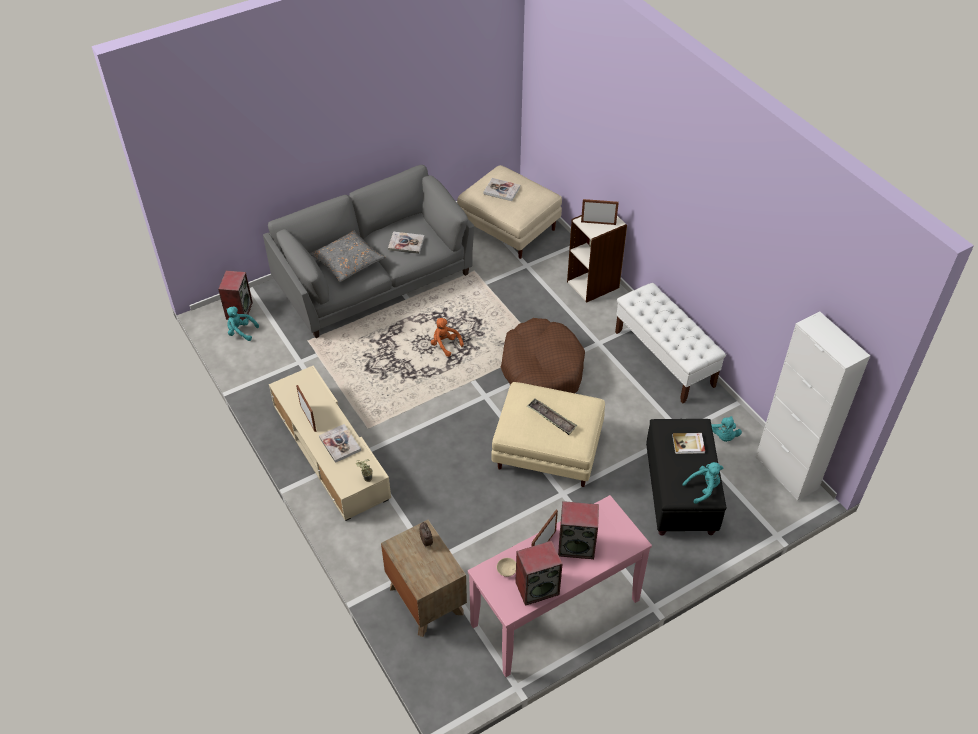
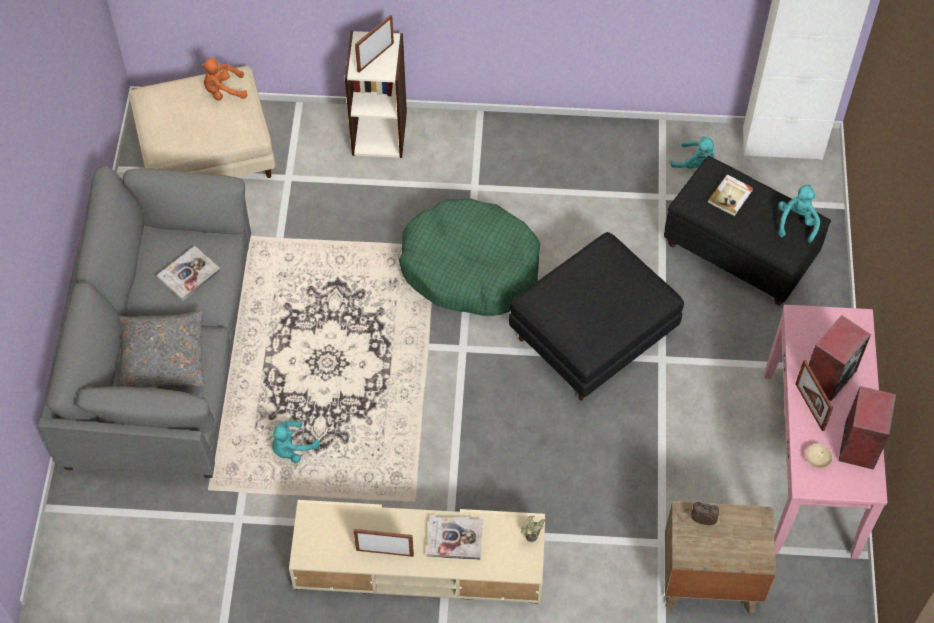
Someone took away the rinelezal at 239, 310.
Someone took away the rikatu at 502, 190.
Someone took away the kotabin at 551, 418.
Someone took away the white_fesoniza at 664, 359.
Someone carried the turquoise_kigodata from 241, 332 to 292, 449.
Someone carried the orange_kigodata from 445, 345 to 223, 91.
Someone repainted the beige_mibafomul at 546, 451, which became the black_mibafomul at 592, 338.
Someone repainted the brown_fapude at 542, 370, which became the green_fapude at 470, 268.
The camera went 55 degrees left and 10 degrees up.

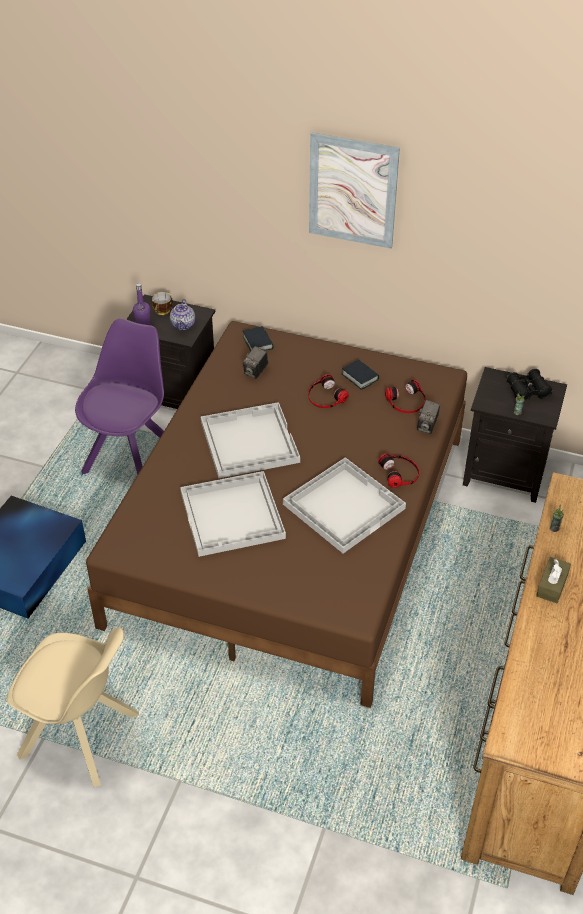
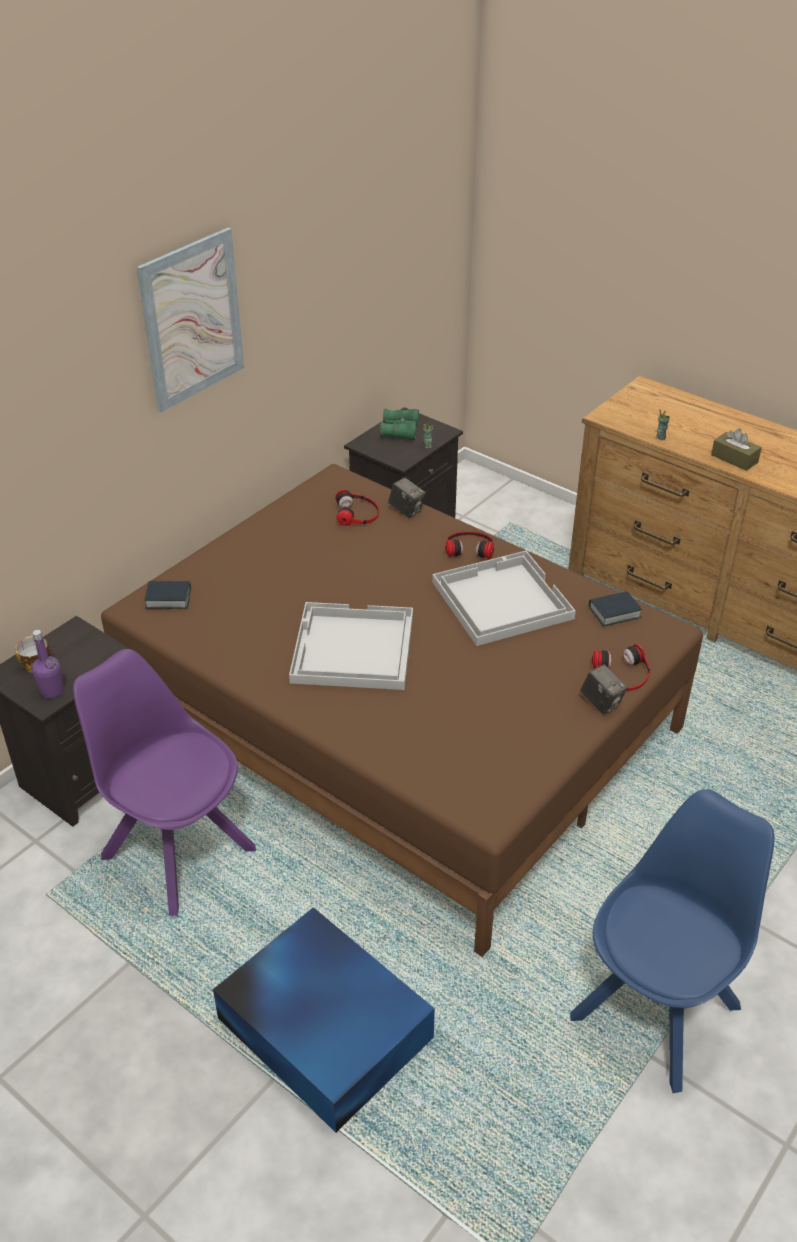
Someone took away the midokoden at 183, 324.
Someone took away the white_kotabin at 233, 515.
Someone carried the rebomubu from 256, 372 to 601, 703.
Someone carried the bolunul from 325, 397 to 621, 674.
Someone carried the rikatu from 360, 377 to 614, 612.
Someone repainted the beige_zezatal at 82, 736, which became the blue_zezatal at 658, 1008.
Someone repainted the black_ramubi at 527, 391, which became the green_ramubi at 400, 431.
The camera went 70 degrees left and 5 degrees down.

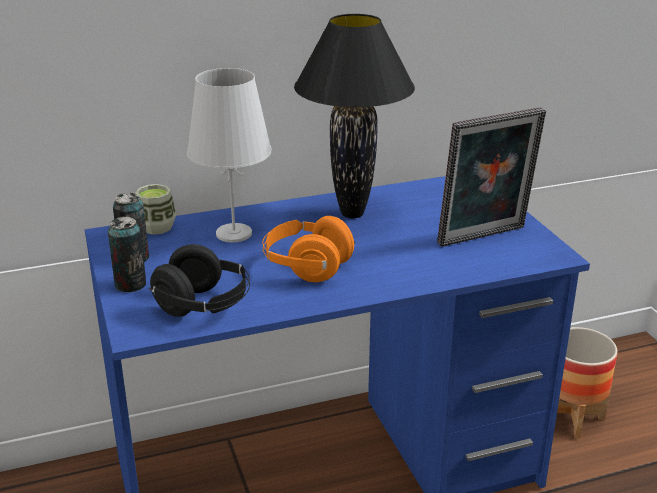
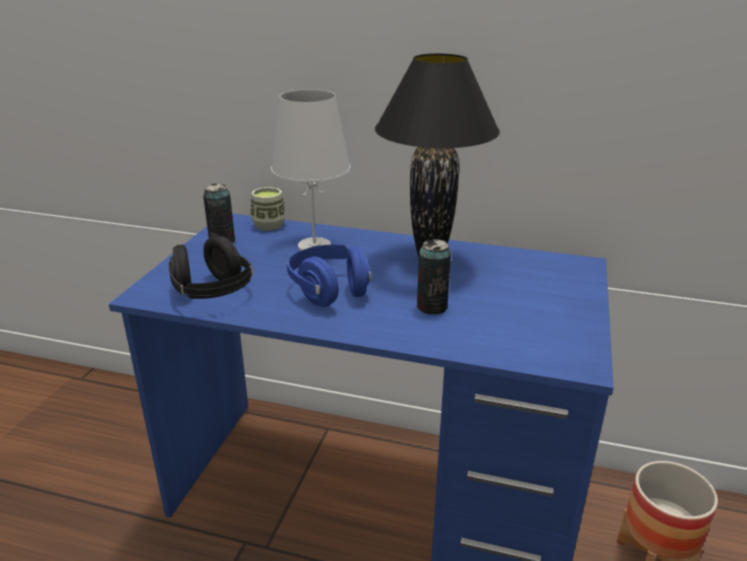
Someone took away the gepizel at 484, 238.
Someone carried the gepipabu from 130, 284 to 432, 307.
Someone repainted the orange_bolunul at 306, 267, which became the blue_bolunul at 330, 290.
The camera went 35 degrees right and 0 degrees up.

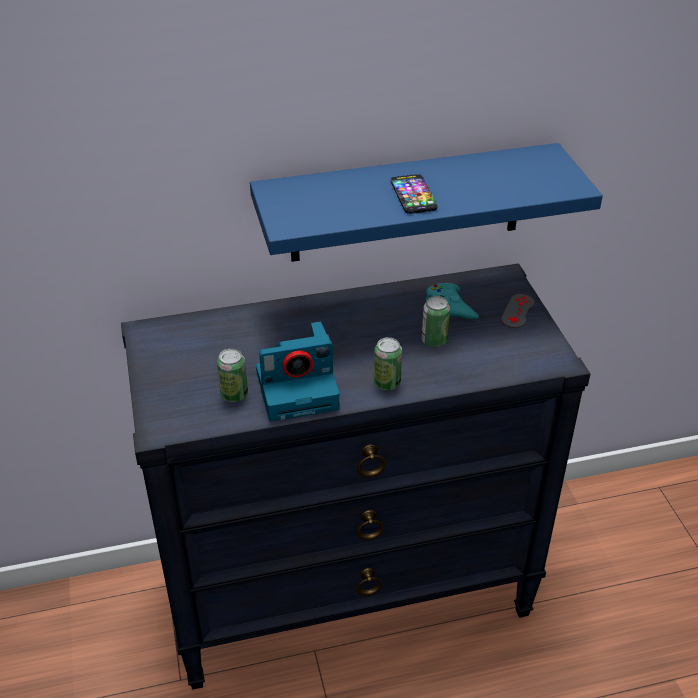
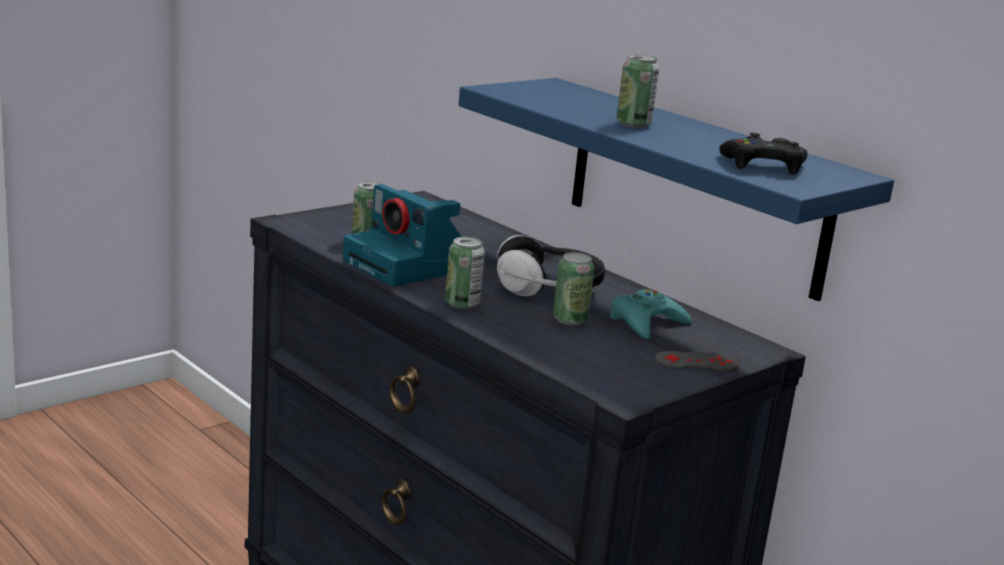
Someone put down the bolunul at 548, 288.
Someone put down the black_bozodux at 763, 166.
Someone swapped the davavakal at 413, 195 for the gepipabu at 633, 124.
The camera went 60 degrees right and 20 degrees down.

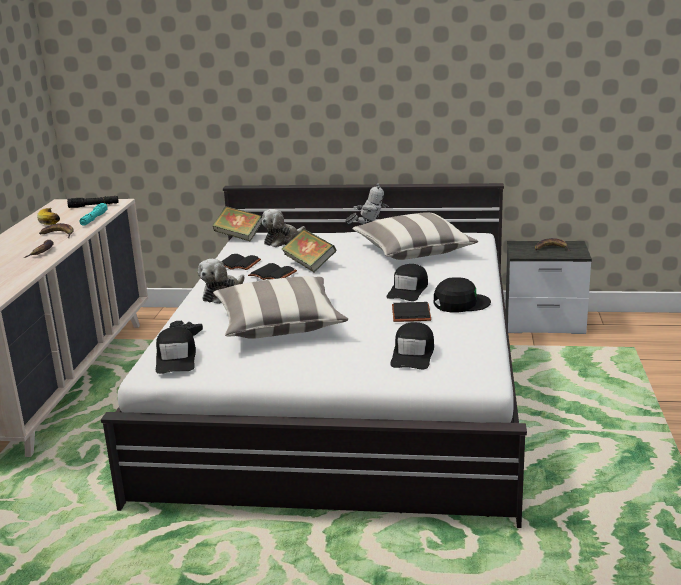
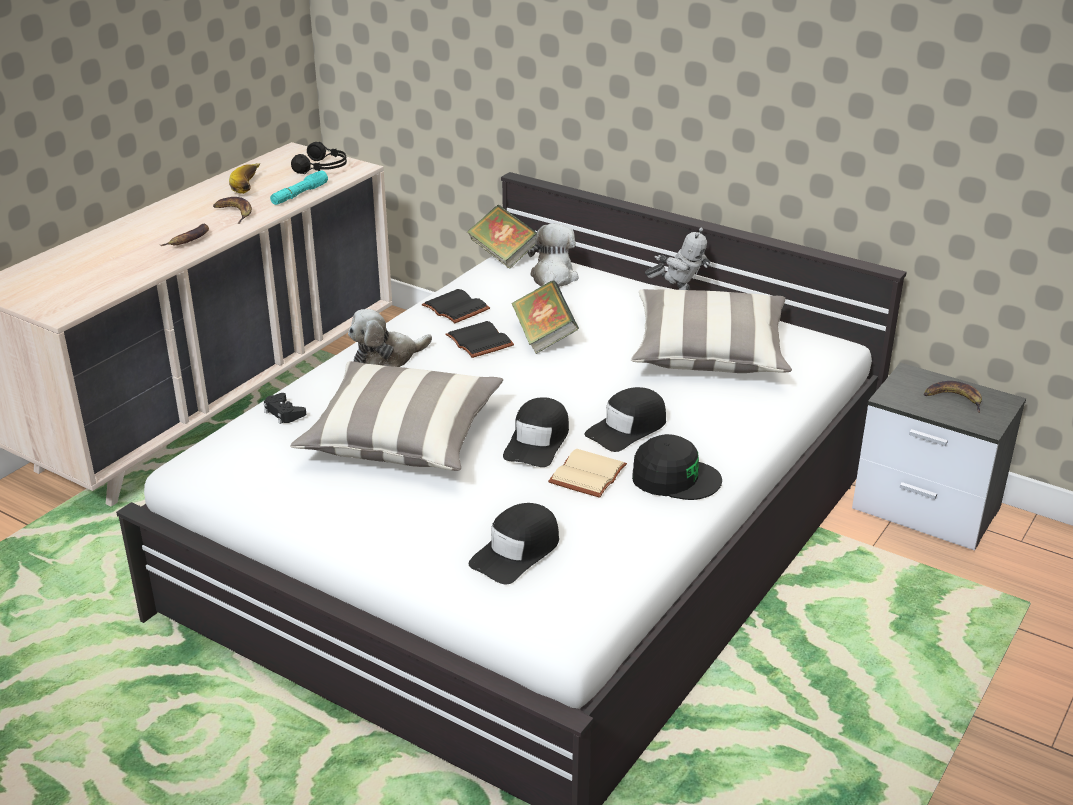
Someone carried the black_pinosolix from 176, 358 to 538, 441.
Someone swapped the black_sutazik at 94, 206 for the black_bolunul at 323, 168.
Someone repainted the black_rikatu at 409, 313, which became the beige_rikatu at 586, 474.
Someone rotated the kigodata at 282, 240 by 120 degrees clockwise.
The camera went 25 degrees right and 10 degrees up.

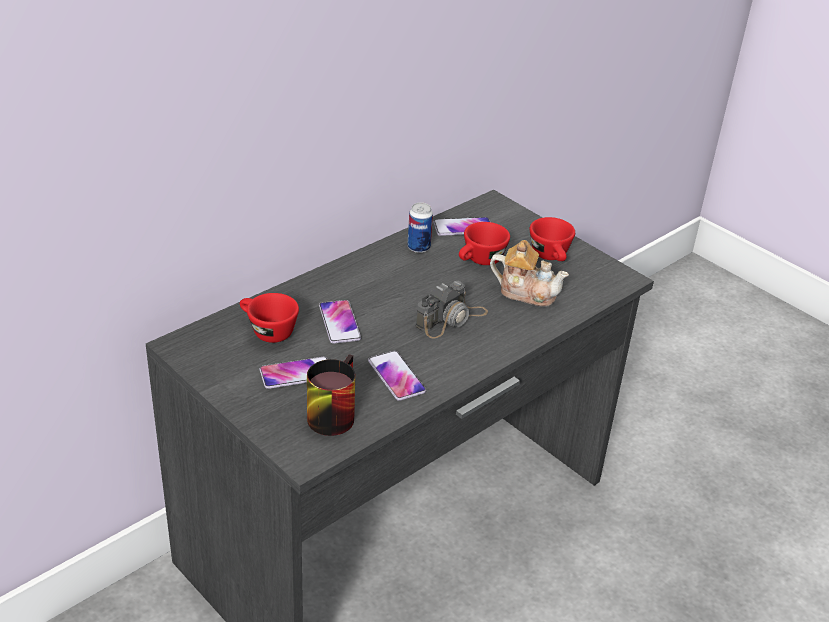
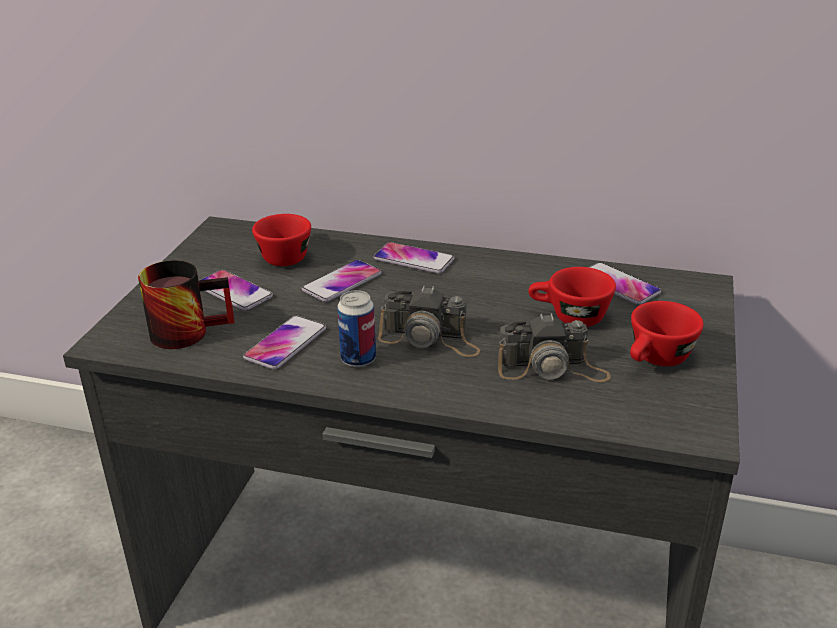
Someone put down the davavakal at 413, 259.
Someone carried the gepipabu from 418, 248 to 358, 359.
Someone swapped the midokoden at 526, 292 for the rebomubu at 552, 368.
The camera went 60 degrees right and 5 degrees down.

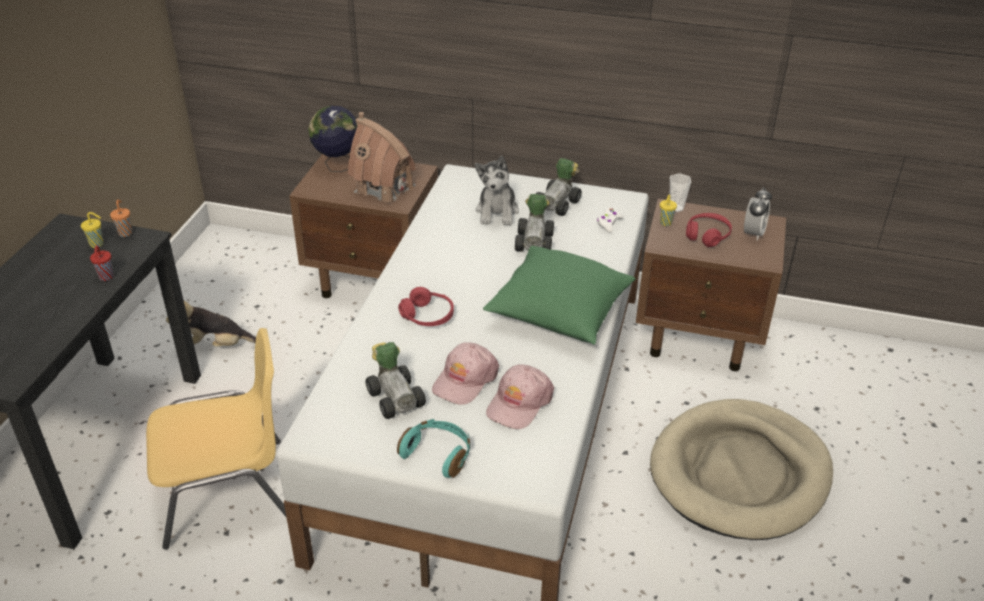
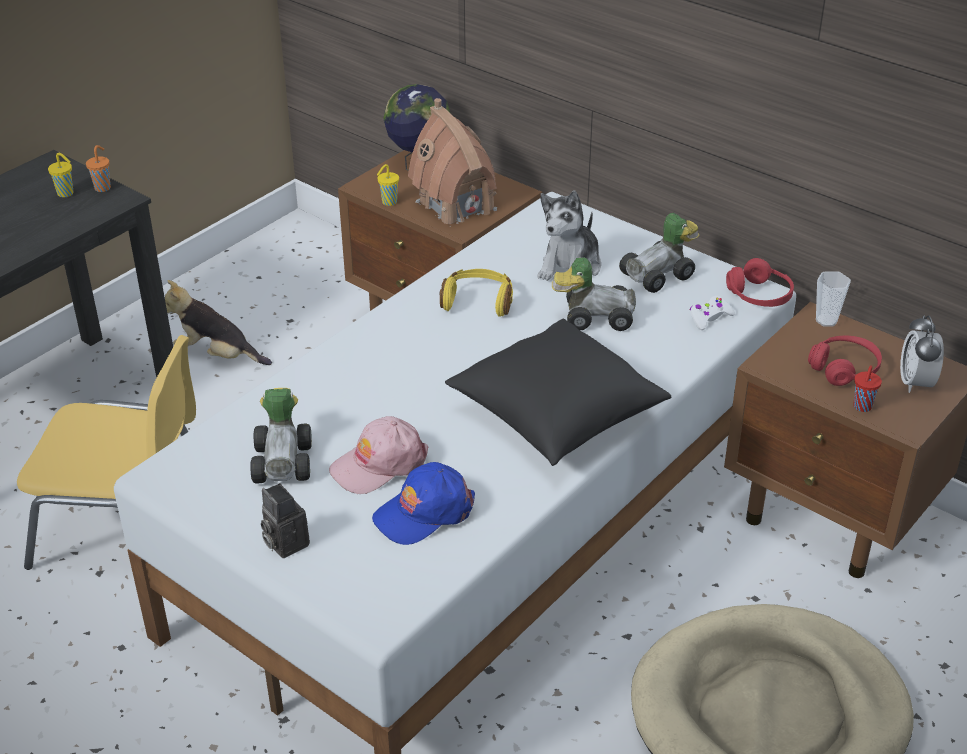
Someone put down the yellow_bolunul at 478, 301.
Someone carried the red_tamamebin from 106, 278 to 862, 407.
Someone carried the red_bolunul from 427, 316 to 759, 295.
Someone carried the yellow_tamamebin from 665, 223 to 388, 202.
Someone swapped the turquoise_bolunul at 438, 454 for the rebomubu at 284, 543.
Someone repainted the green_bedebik at 559, 313, which became the black_bedebik at 556, 416.
Someone repainted the pink_pinosolix at 519, 403, which became the blue_pinosolix at 424, 512.
Someone rotated the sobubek at 535, 241 by 120 degrees counterclockwise.
Someone rotated the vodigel at 753, 233 by 135 degrees clockwise.
The camera went 25 degrees right and 0 degrees up.

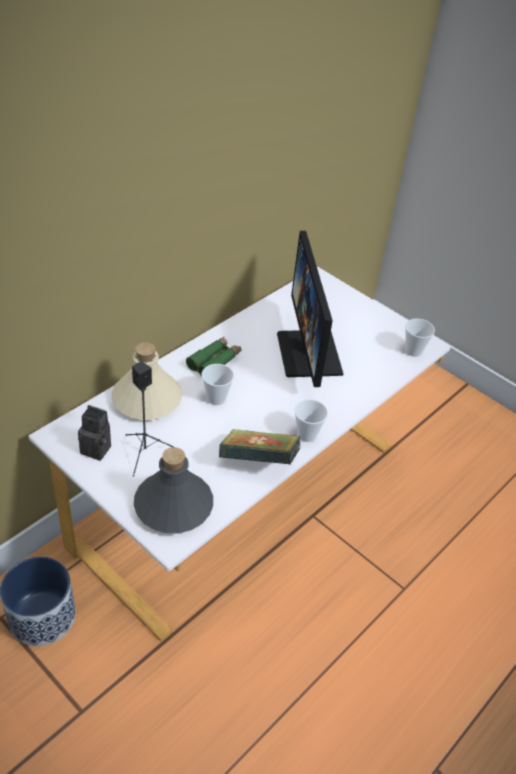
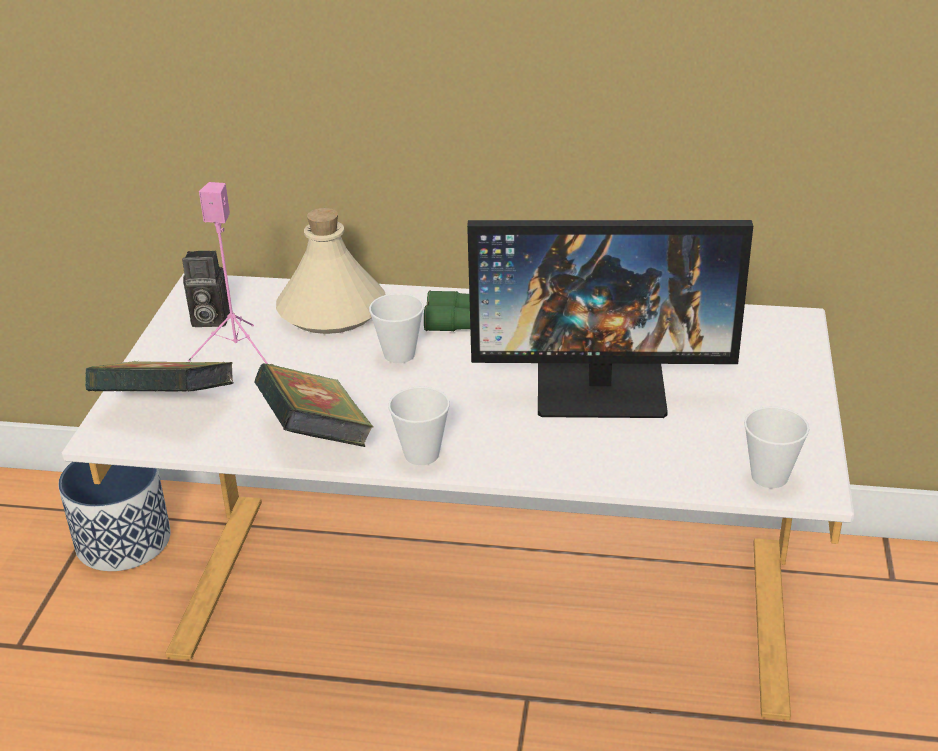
Someone swapped the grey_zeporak at 173, 505 for the rikatu at 166, 409.
Someone repainted the black_rinelezal at 146, 452, which became the pink_rinelezal at 238, 351.
Someone rotated the rebomubu at 98, 449 by 105 degrees clockwise.
Someone rotated the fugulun at 309, 354 by 135 degrees counterclockwise.
The camera went 60 degrees right and 10 degrees down.

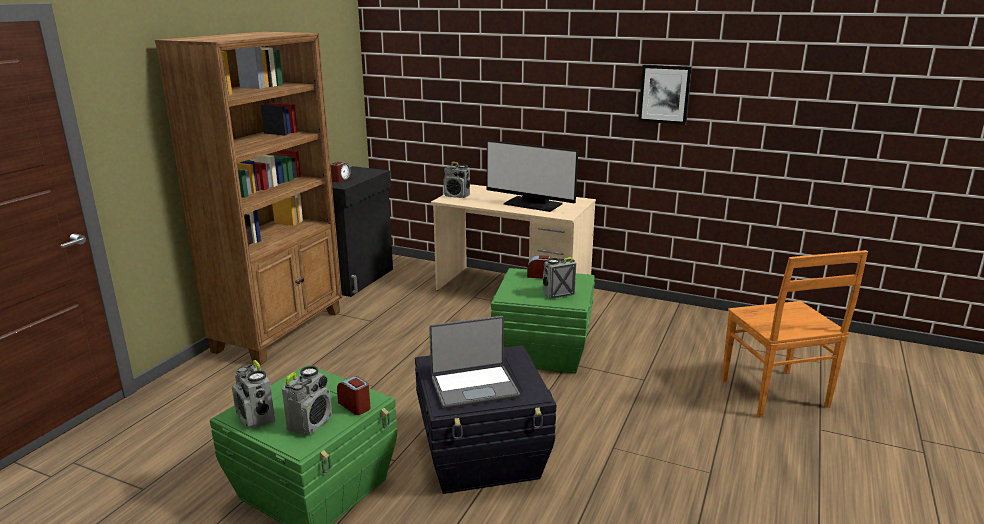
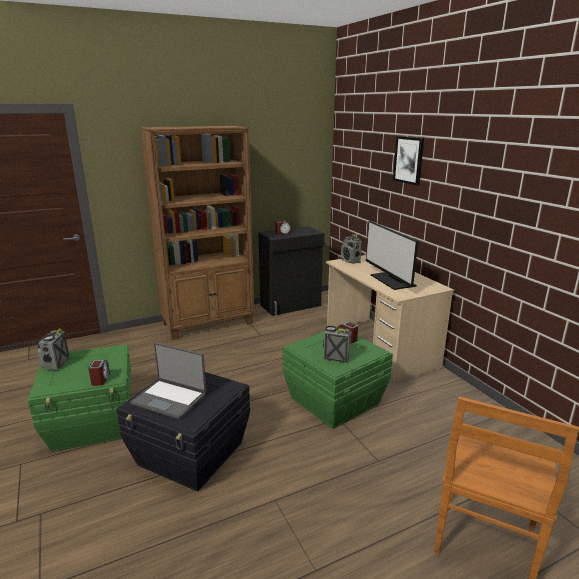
Someone took away the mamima at 310, 423.
Someone carried the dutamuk from 664, 94 to 409, 160.
The camera went 40 degrees right and 0 degrees up.

